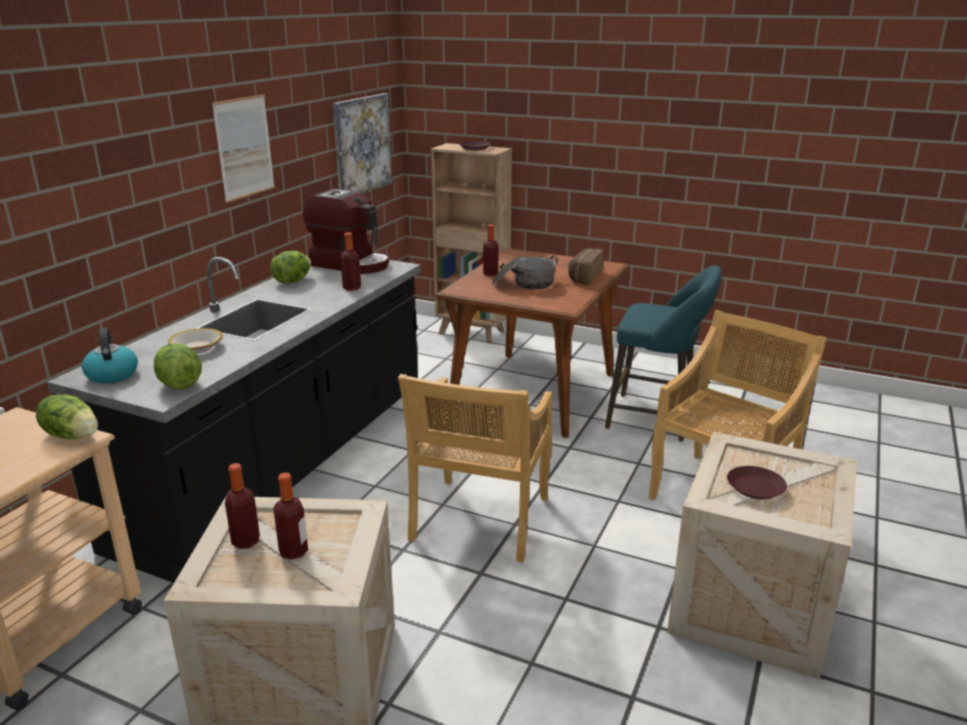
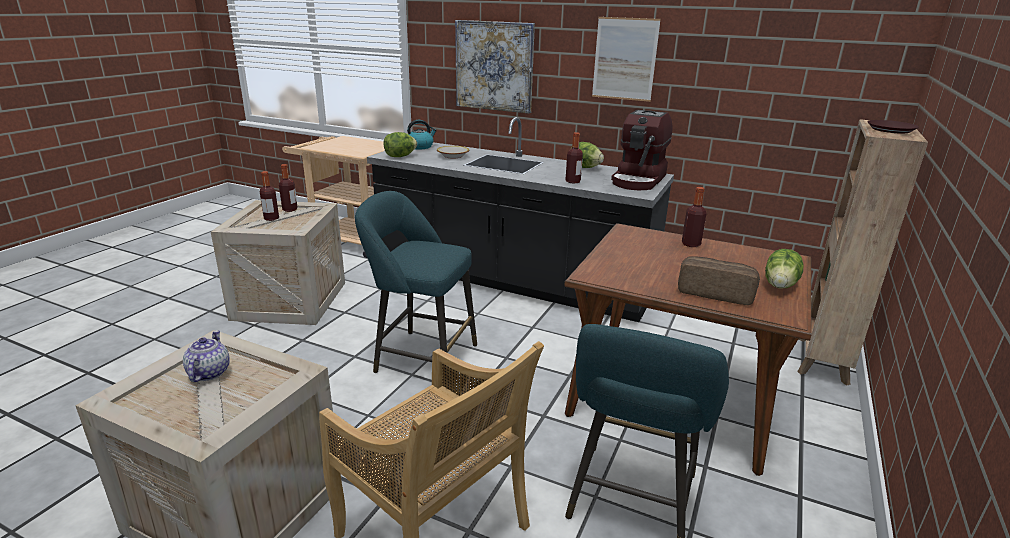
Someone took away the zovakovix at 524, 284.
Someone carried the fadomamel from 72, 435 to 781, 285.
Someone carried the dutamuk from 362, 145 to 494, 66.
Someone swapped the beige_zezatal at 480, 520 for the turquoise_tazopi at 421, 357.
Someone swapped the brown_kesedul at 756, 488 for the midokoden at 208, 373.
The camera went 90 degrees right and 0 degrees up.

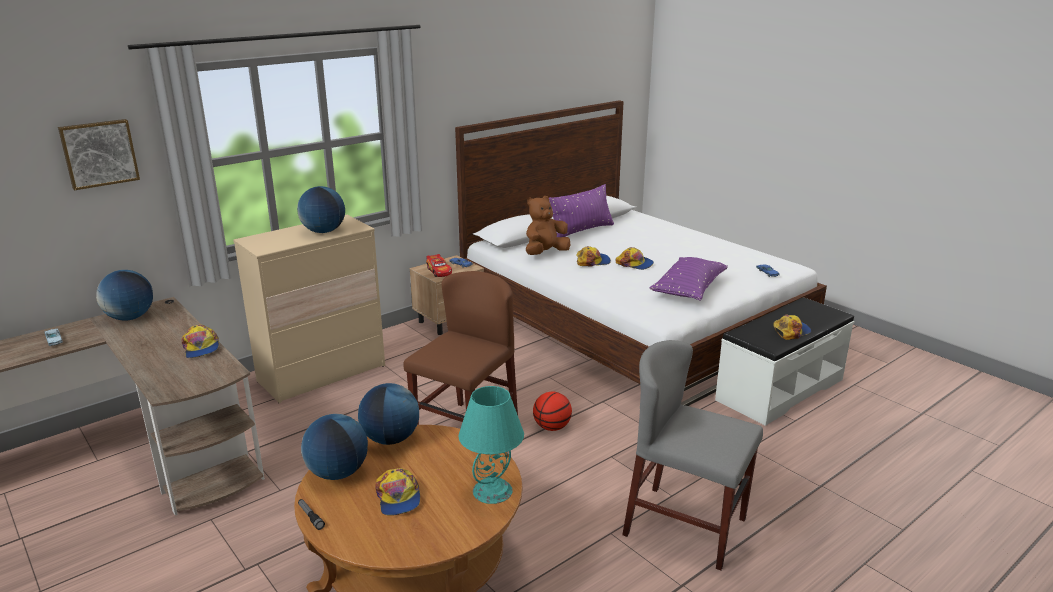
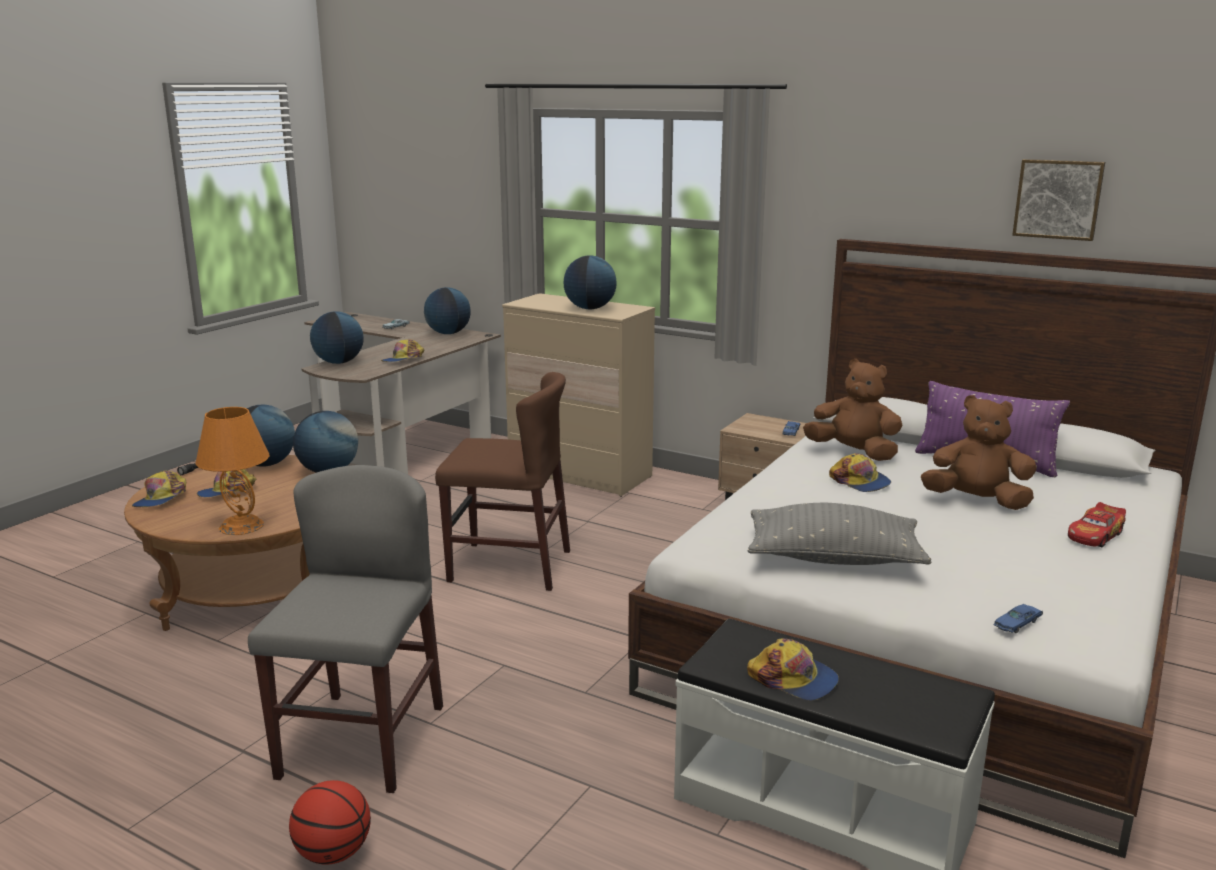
Someone put down the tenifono at 339, 362.
Someone put down the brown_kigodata at 976, 501.
Someone carried the dutamuk from 99, 153 to 1058, 199.
Someone carried the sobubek from 439, 271 to 1095, 535.
Someone carried the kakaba from 552, 427 to 333, 853.
Someone carried the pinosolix from 635, 264 to 161, 499.
Someone repainted the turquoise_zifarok at 492, 491, which became the orange_zifarok at 240, 526.
Someone repainted the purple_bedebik at 688, 290, which became the grey_bedebik at 833, 559.
The camera went 70 degrees right and 5 degrees down.

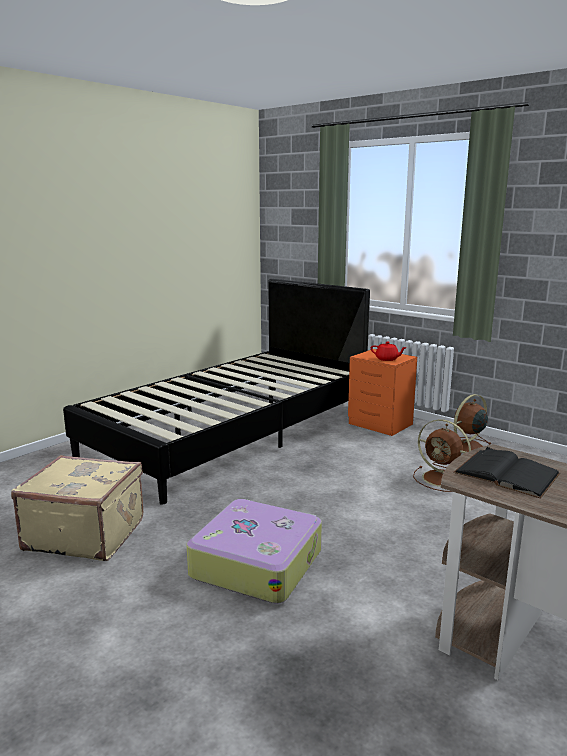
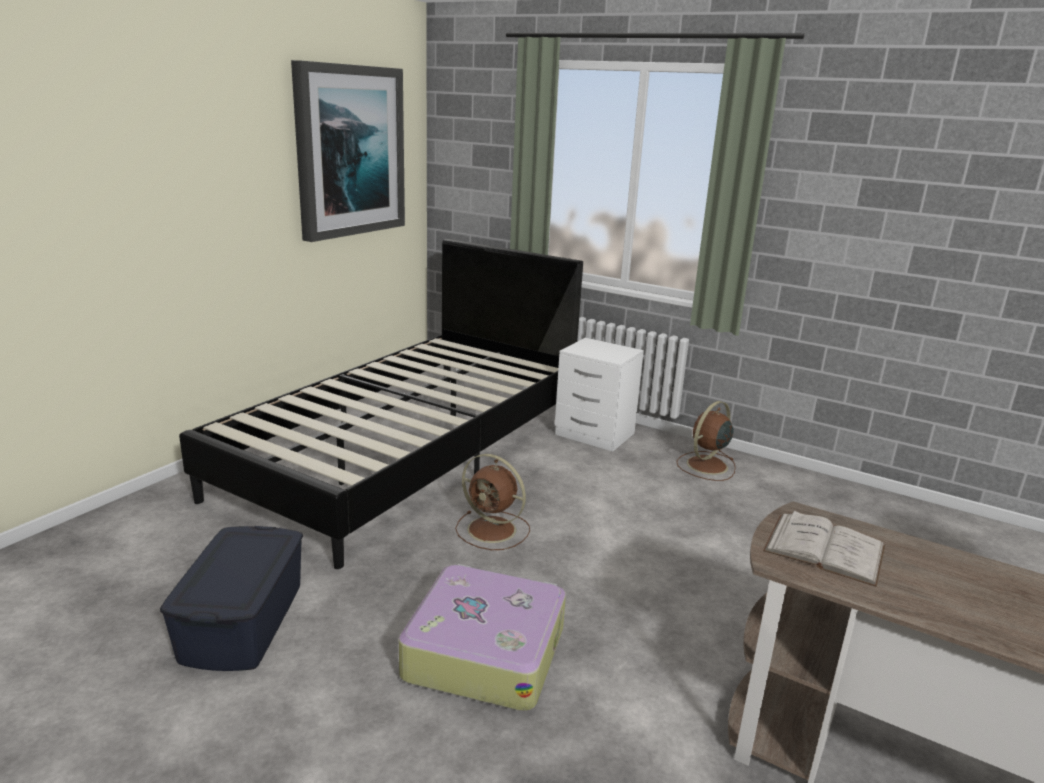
Someone took away the red_midokoden at 387, 359.
Someone put up the dutamuk at 349, 151.
Someone carried the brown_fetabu from 442, 479 to 493, 530.
Someone swapped the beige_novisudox at 86, 533 for the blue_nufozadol at 242, 621.
Someone repainted the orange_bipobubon at 380, 424, which became the white_bipobubon at 595, 435.
Someone repainted the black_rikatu at 506, 473, which became the white_rikatu at 824, 548.
The camera went 10 degrees left and 5 degrees up.

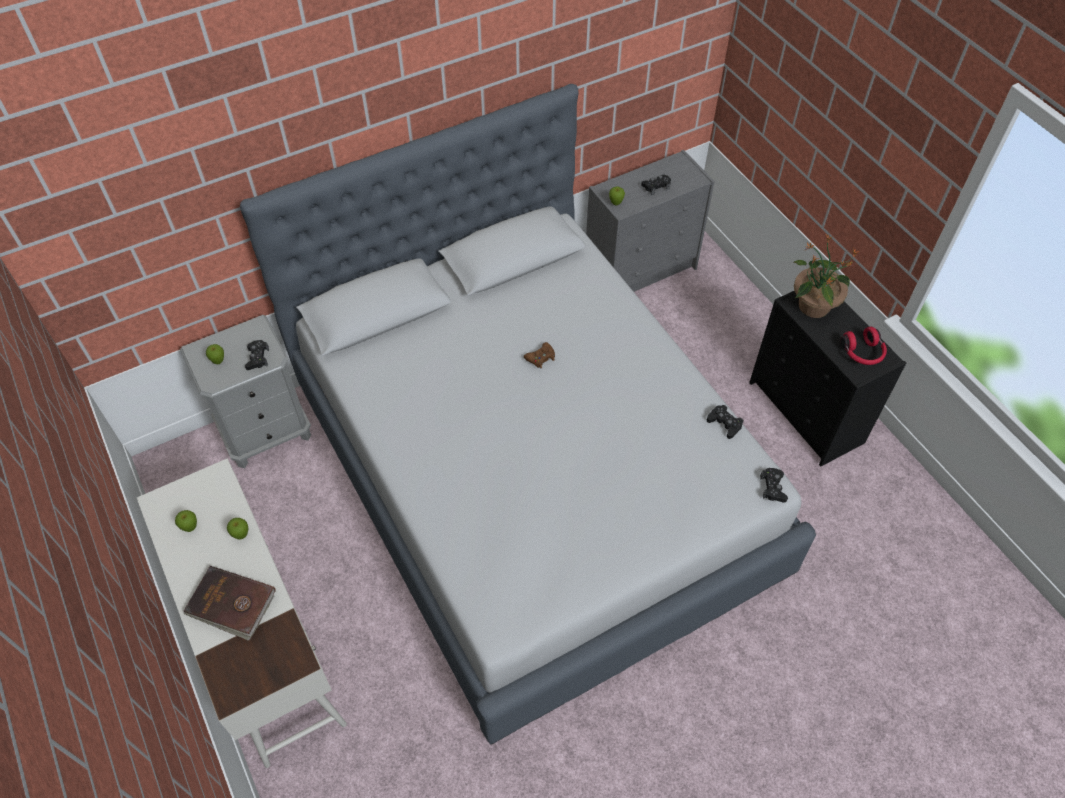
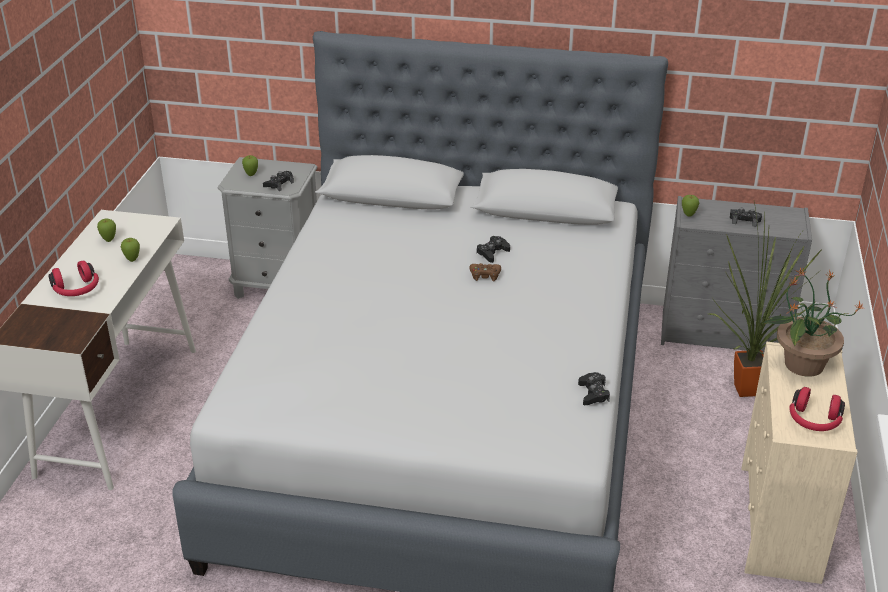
Someone put down the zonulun at 745, 387.
Someone carried the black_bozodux from 773, 488 to 492, 253.
Someone swapped the brown_rikatu at 231, 604 for the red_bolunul at 77, 290.
Someone repainted the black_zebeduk at 807, 413, which became the beige_zebeduk at 779, 524.
The camera went 40 degrees right and 20 degrees down.

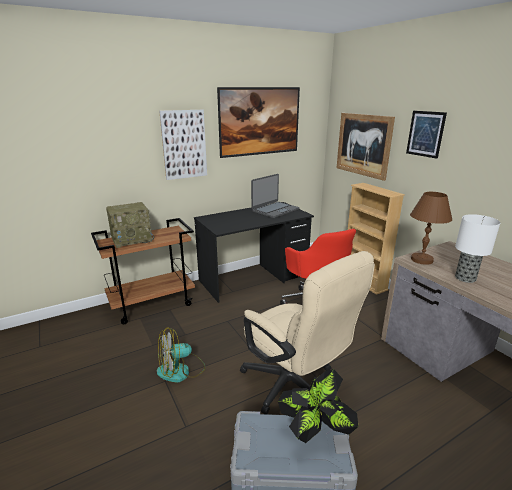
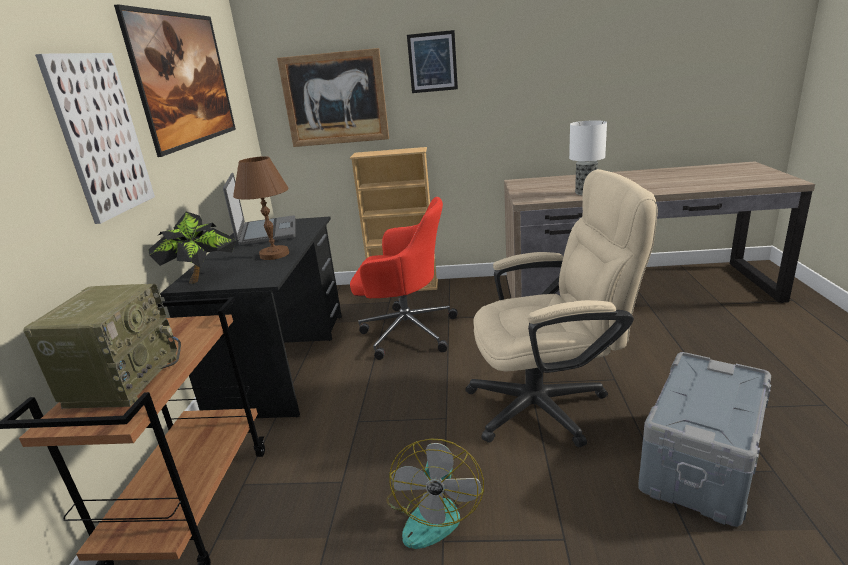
Someone carried the zonulun from 316, 433 to 202, 278.
Someone carried the brown_zifarok from 422, 259 to 274, 254.
The camera went 55 degrees left and 0 degrees up.

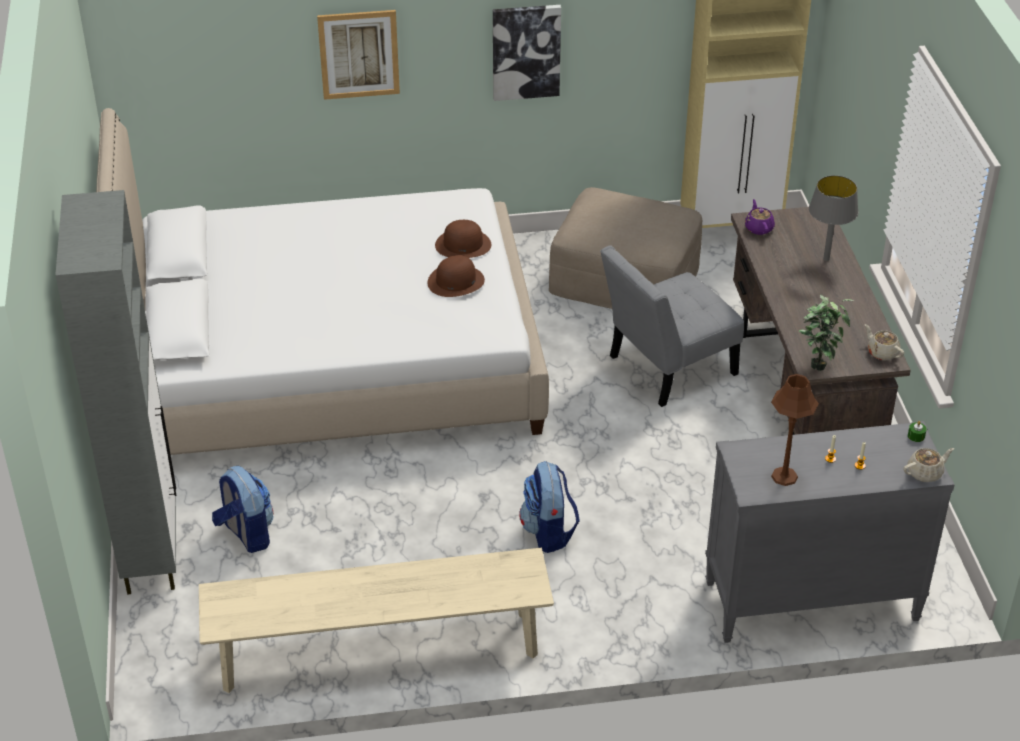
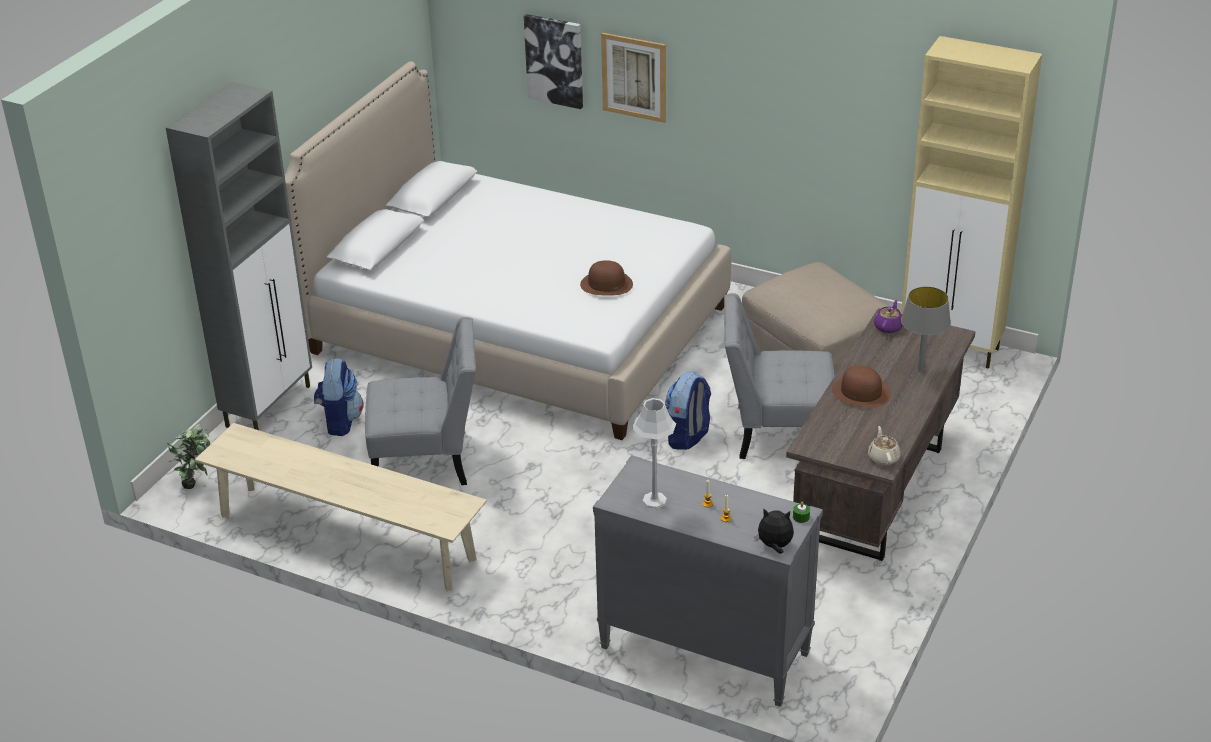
Someone put down the grey_zezatal at 427, 460.
Someone carried the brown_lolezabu from 463, 244 to 861, 392.
Someone carried the dutamuk from 526, 51 to 554, 60.
Someone carried the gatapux from 548, 532 to 687, 436.
Someone carried the zonulun from 819, 362 to 197, 483.
Someone swapped the beige_midokoden at 925, 473 for the kigodata at 774, 546.
Someone repainted the brown_zifarok at 784, 476, which became the grey_zifarok at 654, 500.
The camera went 35 degrees right and 5 degrees down.

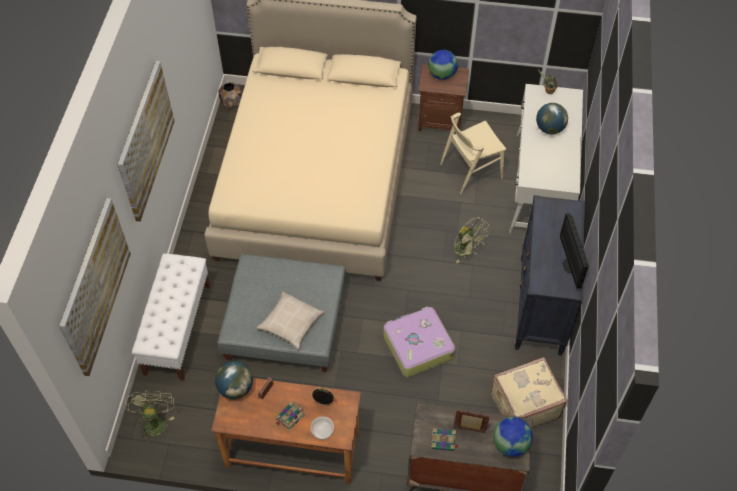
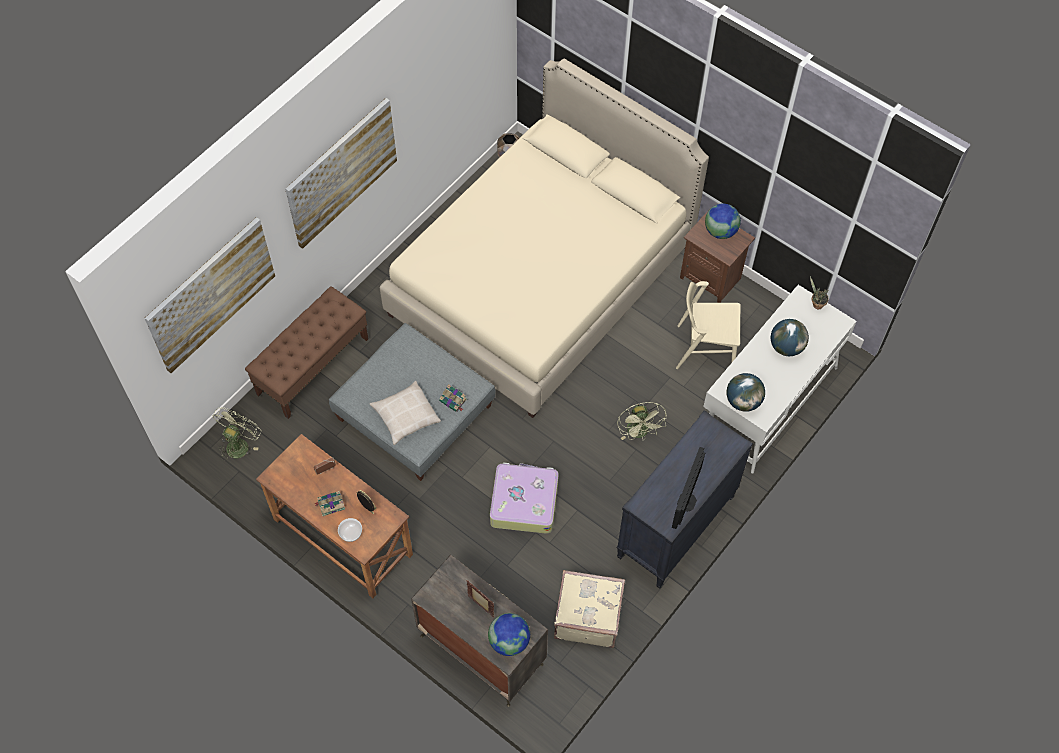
Someone carried the tenifono from 235, 388 to 742, 401.
Someone carried the rikatu from 444, 441 to 453, 400.
Someone repainted the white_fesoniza at 177, 329, which became the brown_fesoniza at 313, 366.
The camera went 30 degrees right and 5 degrees up.

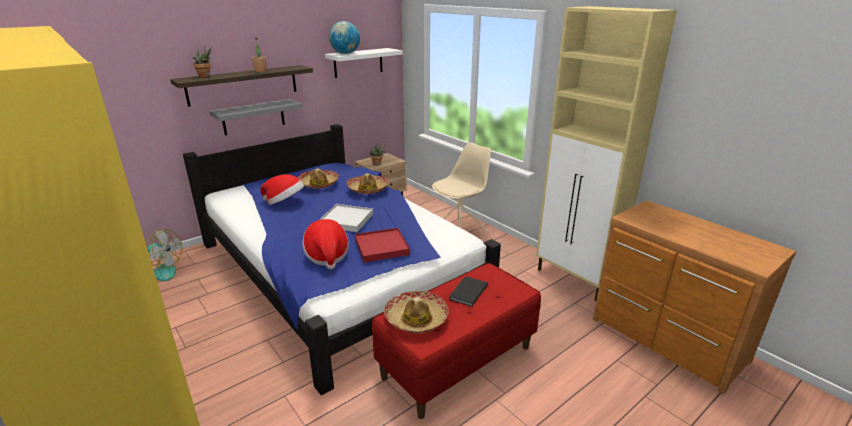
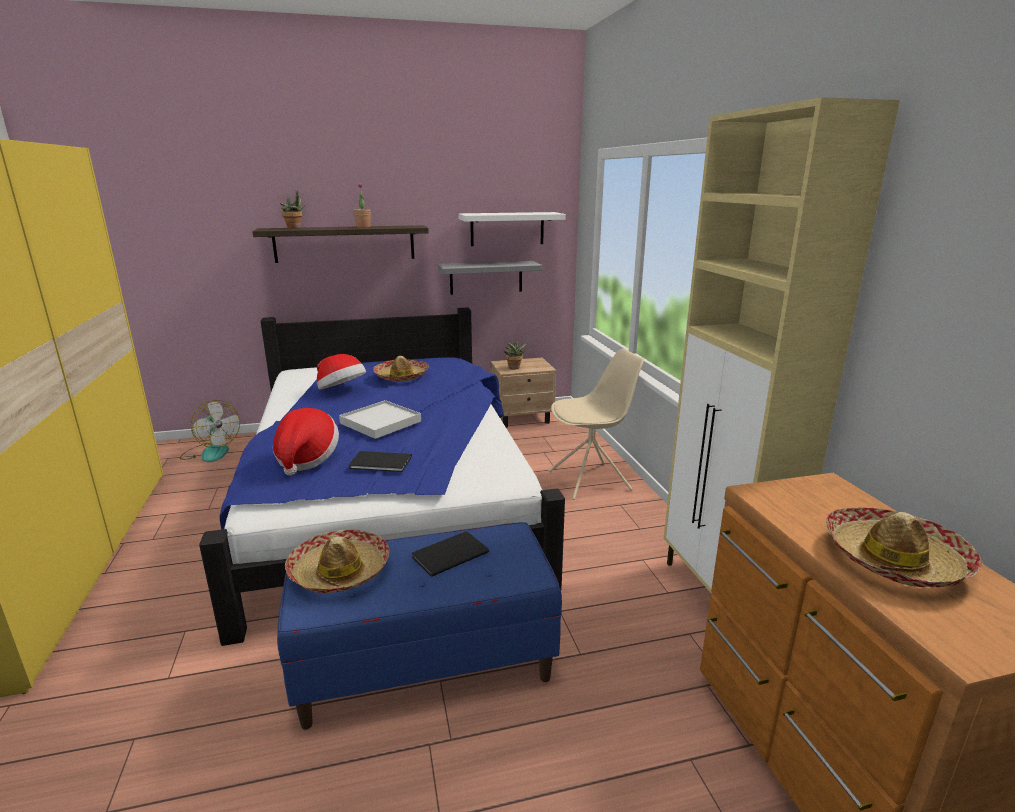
Someone took away the tenifono at 345, 53.
Someone carried the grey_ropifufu from 253, 117 to 486, 277.
Someone carried the lolezabu from 368, 189 to 894, 559.
Someone swapped the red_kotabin at 382, 247 for the black_rikatu at 382, 463.
Someone repainted the red_fesoniza at 457, 361, which became the blue_fesoniza at 425, 663.
The camera went 25 degrees right and 5 degrees down.

